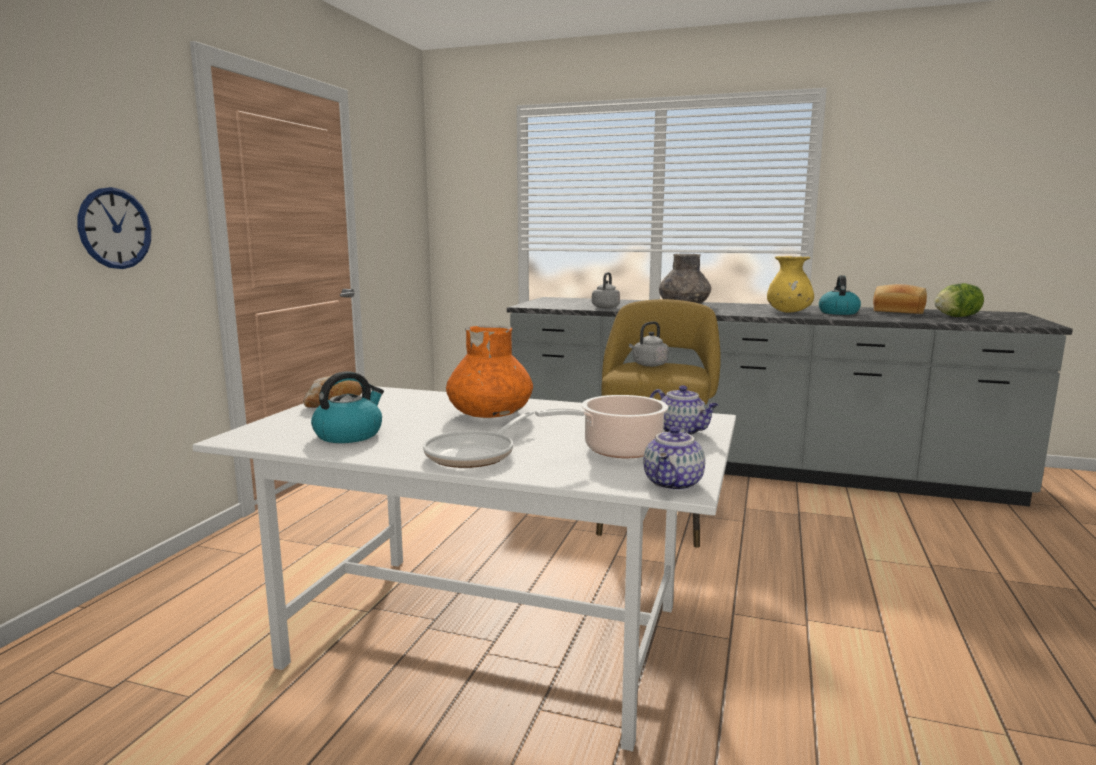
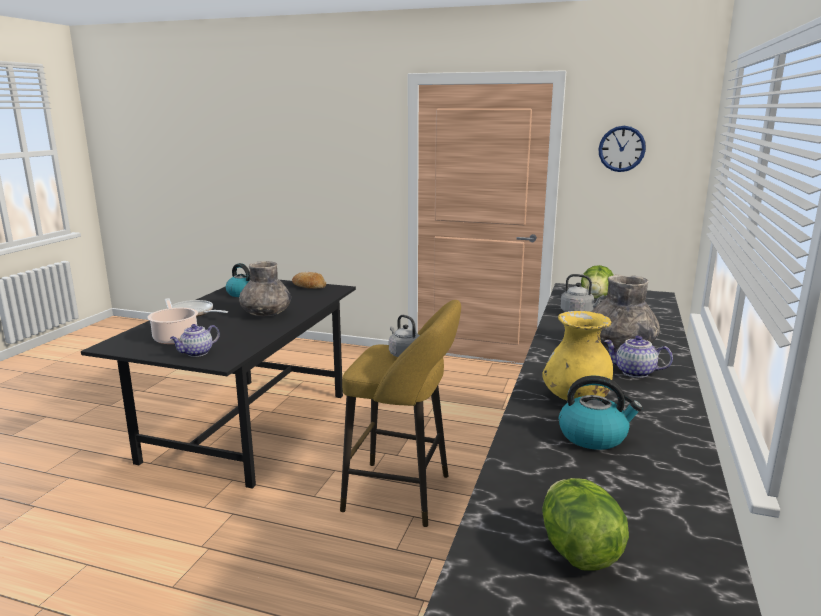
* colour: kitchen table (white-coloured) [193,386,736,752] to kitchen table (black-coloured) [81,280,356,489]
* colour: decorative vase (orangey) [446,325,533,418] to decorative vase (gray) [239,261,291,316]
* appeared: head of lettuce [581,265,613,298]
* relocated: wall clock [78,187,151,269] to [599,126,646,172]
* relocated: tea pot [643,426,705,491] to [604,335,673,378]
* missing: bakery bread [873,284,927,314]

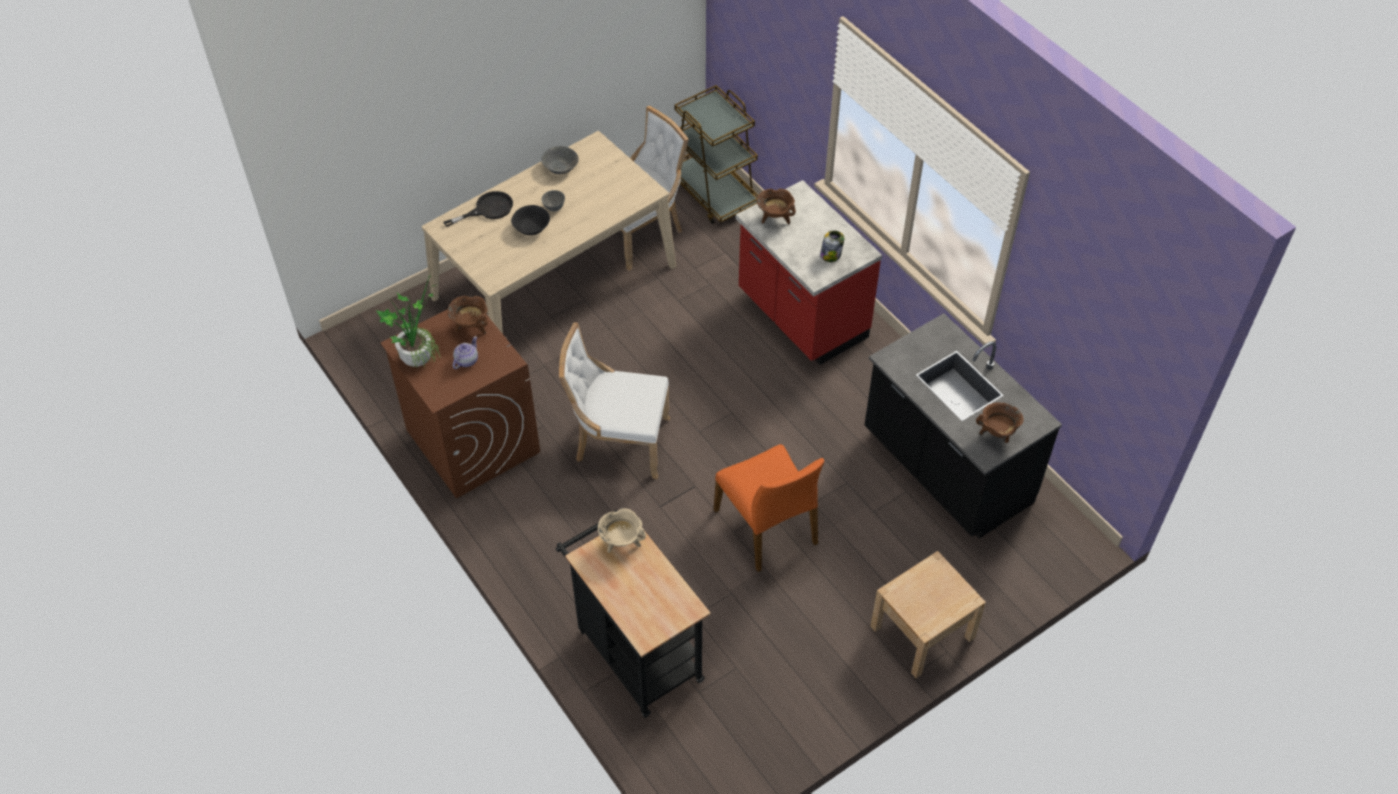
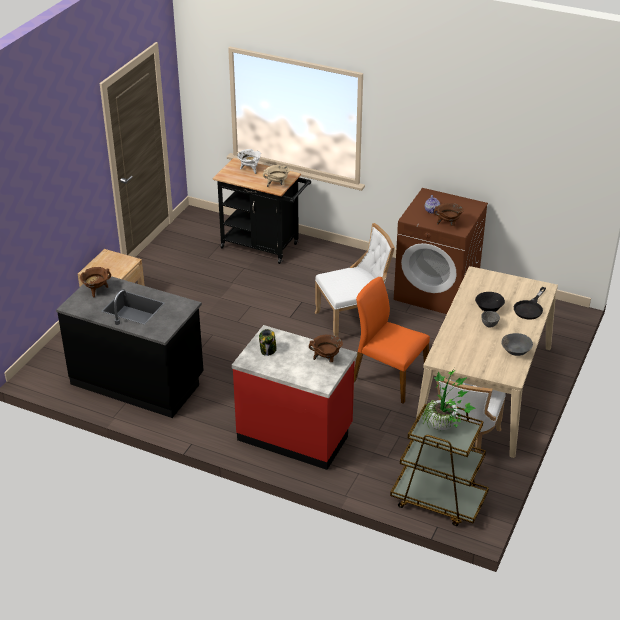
* appeared: saucepot (white-coloured) [237,149,261,174]
* relocated: upright chair (orangey) [713,444,824,572] to [354,277,430,404]
* relocated: houseplant [376,273,441,370] to [422,366,476,431]

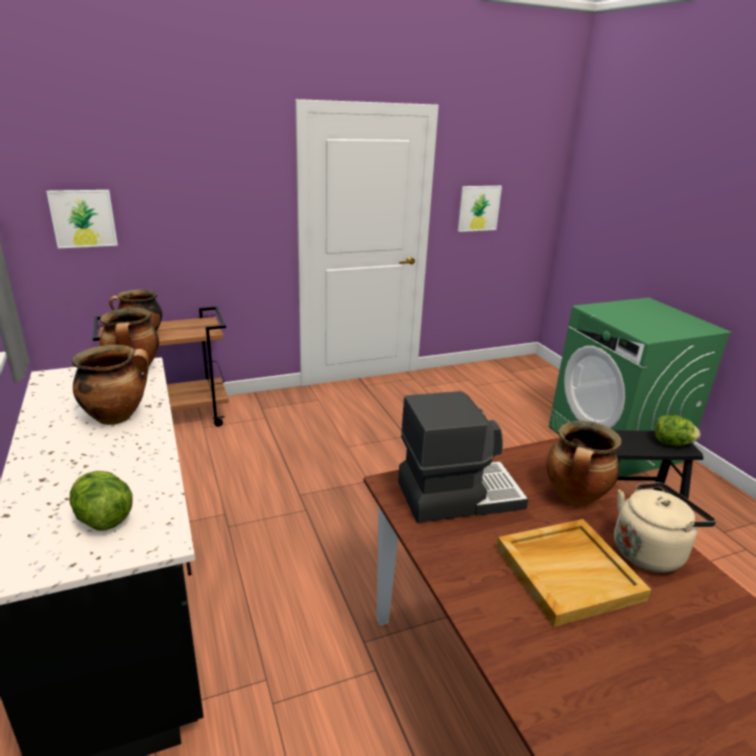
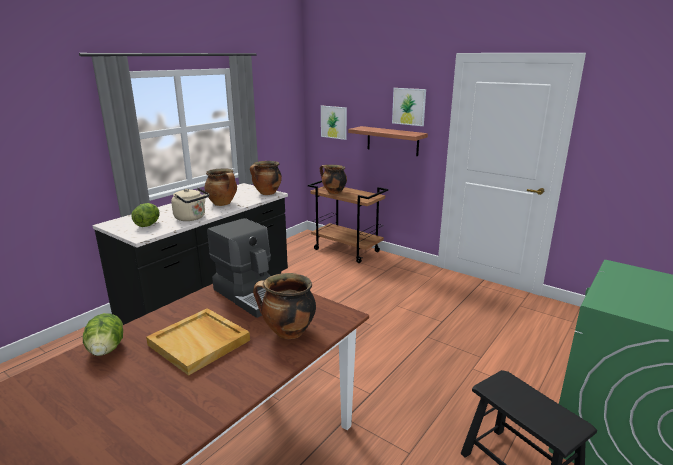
* relocated: head of lettuce [655,415,700,446] to [83,313,123,356]
* relocated: water kettle (sand-coloured) [614,482,716,573] to [171,188,209,221]
* appeared: shelf [348,126,428,156]
* relocated: picture [458,186,502,232] to [392,88,426,126]

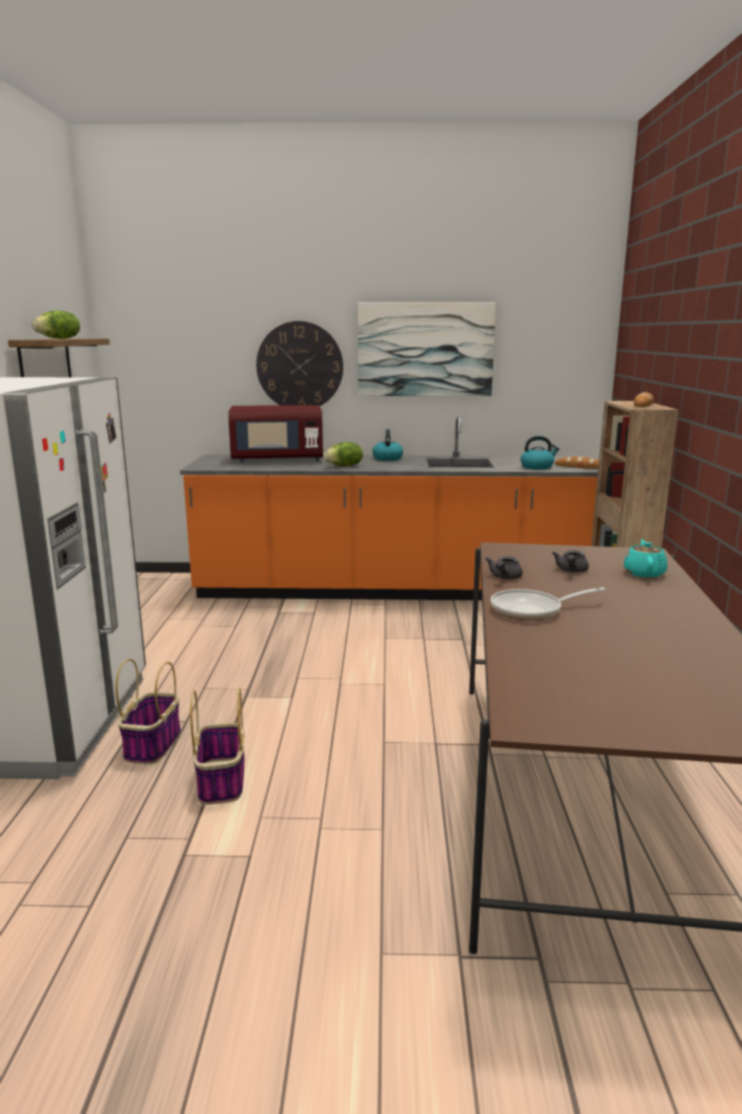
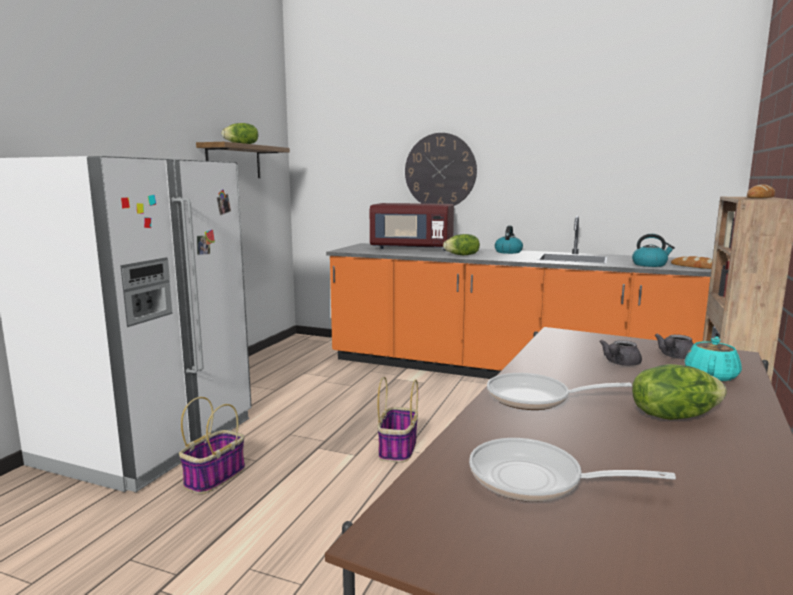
* relocated: storage basket [190,688,245,805] to [377,377,418,462]
* appeared: frying pan [469,438,676,502]
* appeared: head of lettuce [632,364,727,420]
* relocated: tea pot (gray) [486,556,523,579] to [654,334,694,359]
* missing: picture [358,302,496,396]

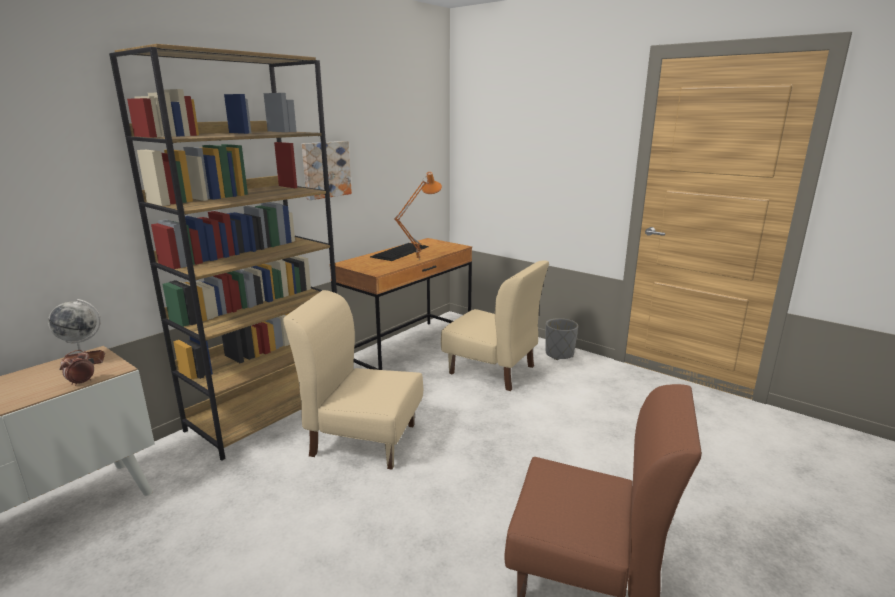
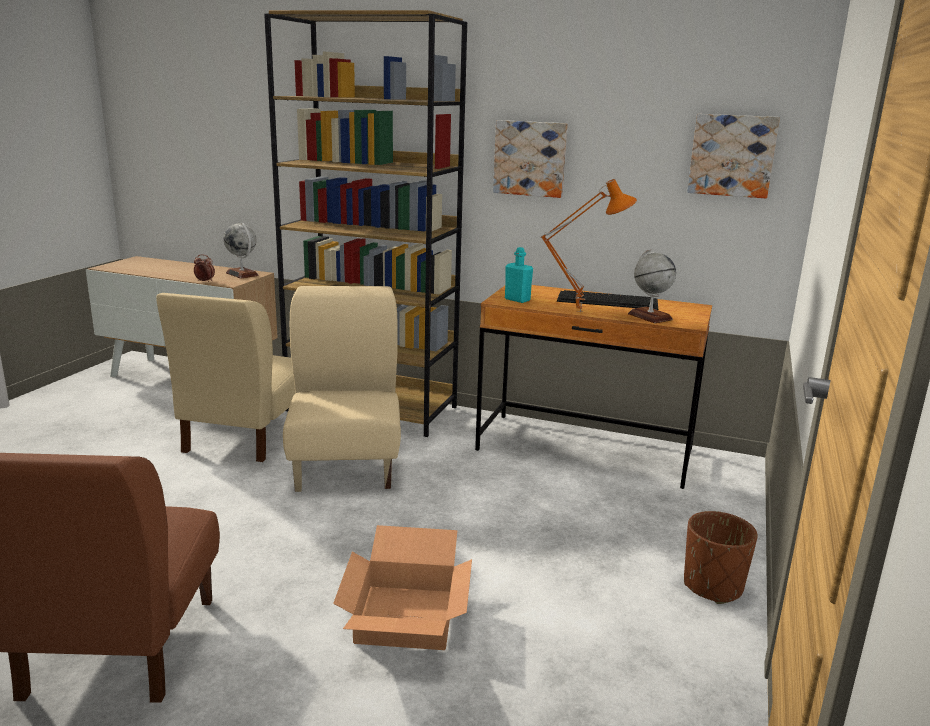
* relocated: upright chair (sand-coloured) [441,260,549,391] to [156,293,295,462]
* appeared: carton [333,525,472,650]
* appeared: bottle (blue-green) [505,247,533,303]
* appeared: desk globe [628,249,676,323]
* colour: planter (gray) [546,318,578,360] to planter (brown) [684,511,758,604]
* appeared: picture [687,114,780,199]

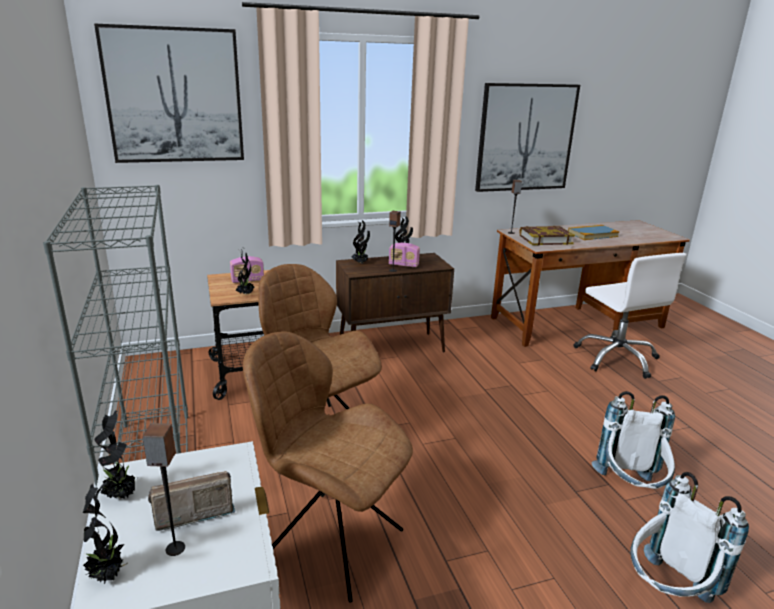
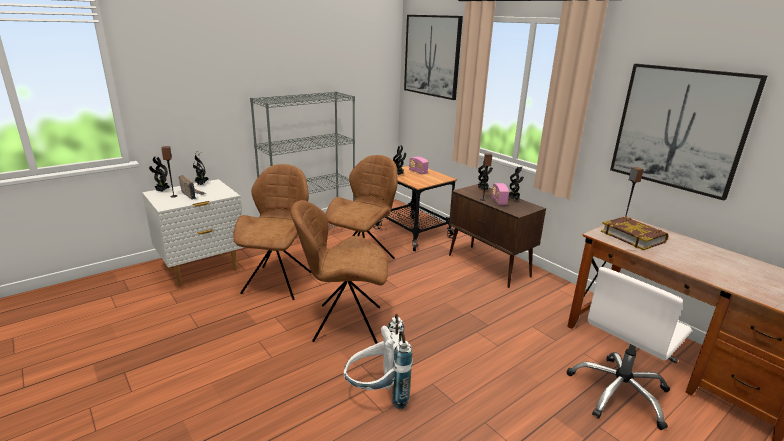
* appeared: upright chair (brown) [291,200,388,344]
* missing: book [568,225,619,240]
* missing: rucksack (white-coloured) [630,472,749,603]

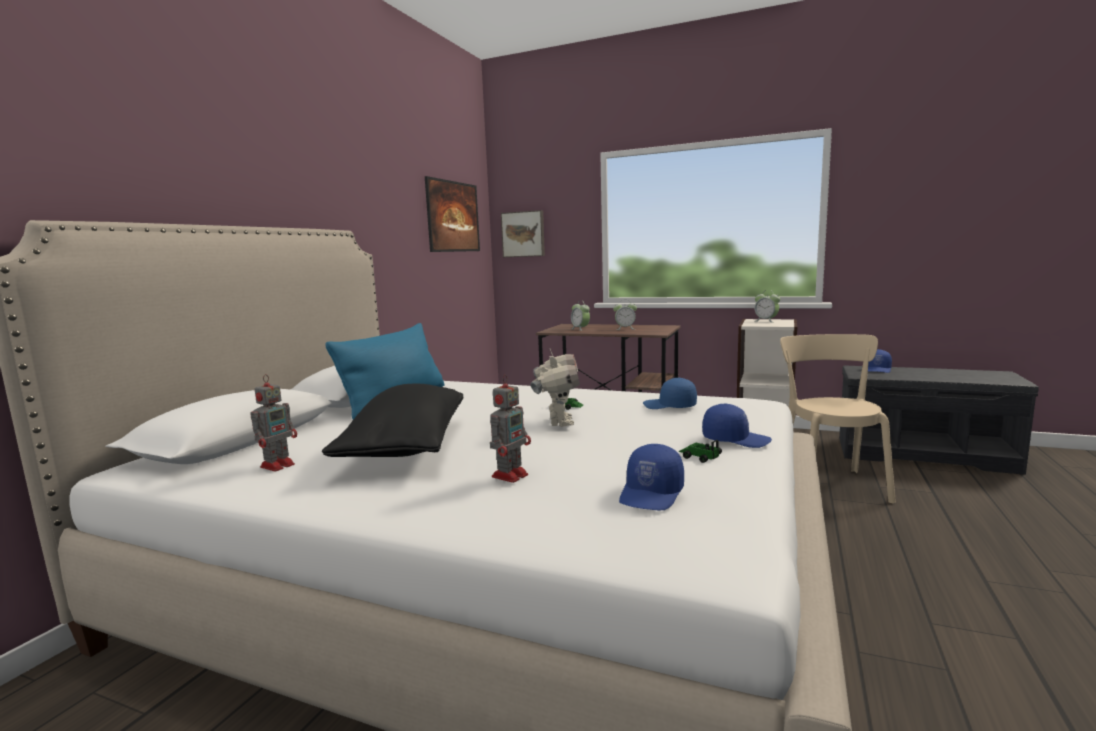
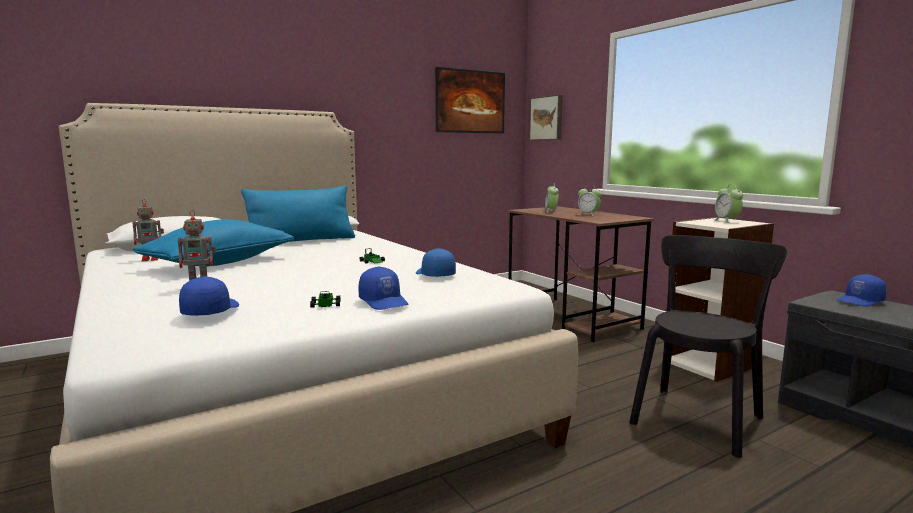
* colour: pillow (black-coloured) [322,384,463,457] to pillow (bluish) [133,219,294,266]
* spun: cap (bluish) [619,444,684,511] = [179,277,239,315] 120 degrees clockwise
* colour: upright chair (sand-coloured) [780,334,896,503] to upright chair (black-coloured) [629,235,787,458]
* missing: model robot [530,349,580,427]

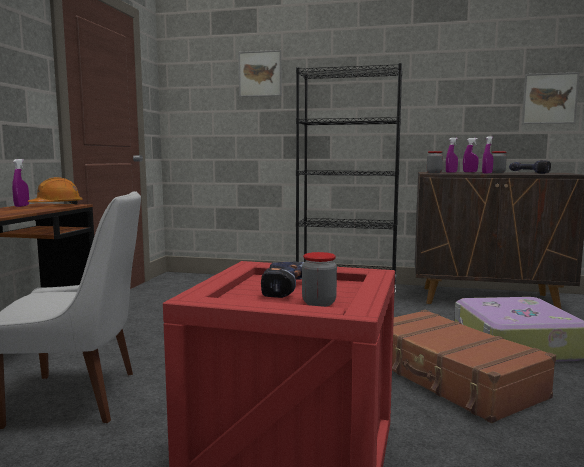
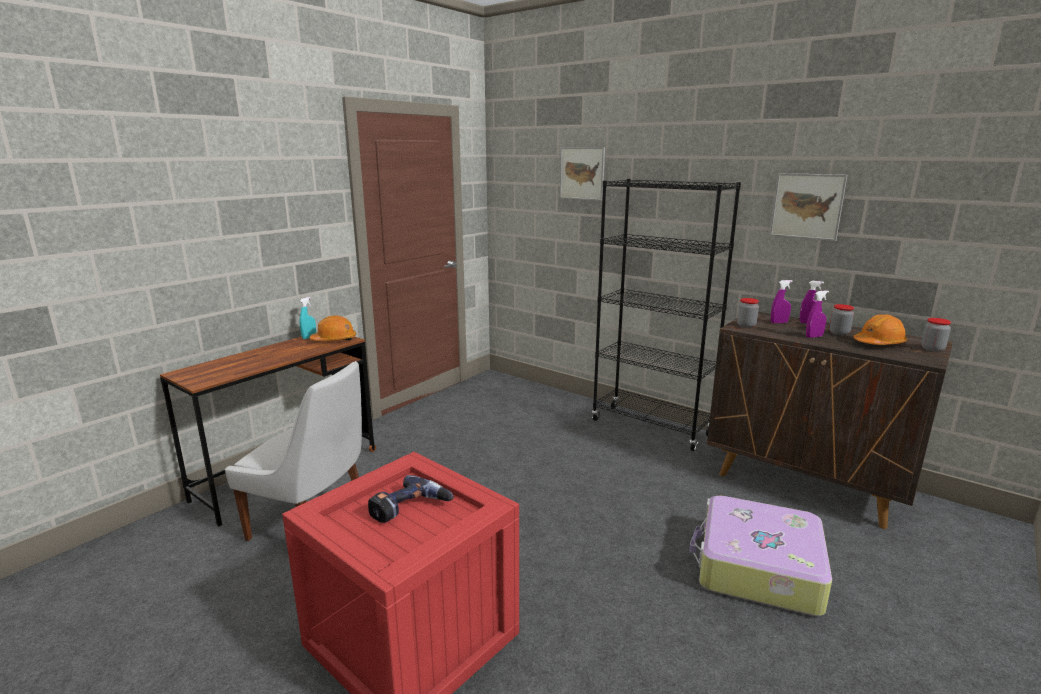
* colour: spray bottle (purple-coloured) [12,159,29,207] to spray bottle (blue-green) [300,297,316,339]
* relocated: picture [522,72,580,124] to [770,173,847,241]
* exchanged: power drill [509,160,551,174] to work helmet (orangey) [853,314,907,345]
* relocated: jar [302,252,337,307] to [921,318,951,352]
* missing: suitcase (brown) [392,310,556,423]

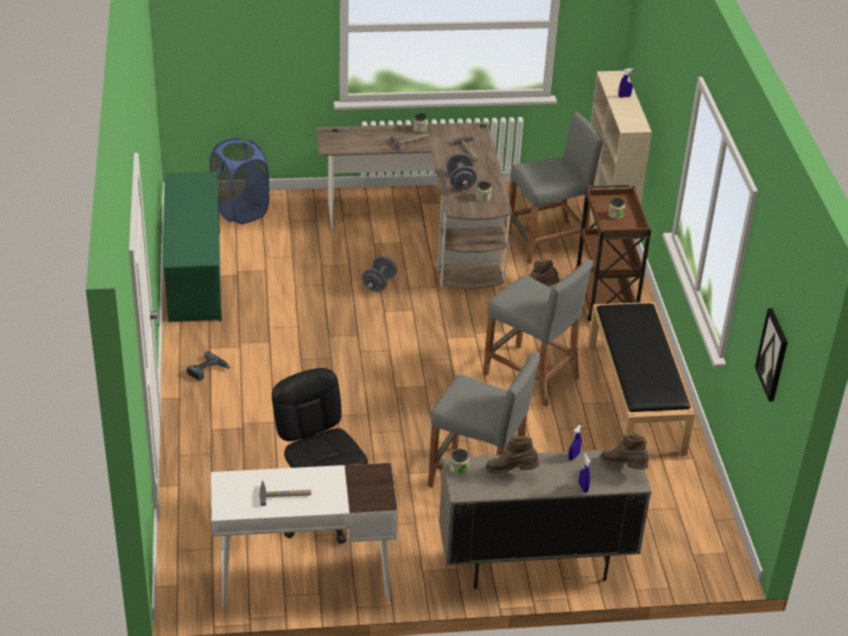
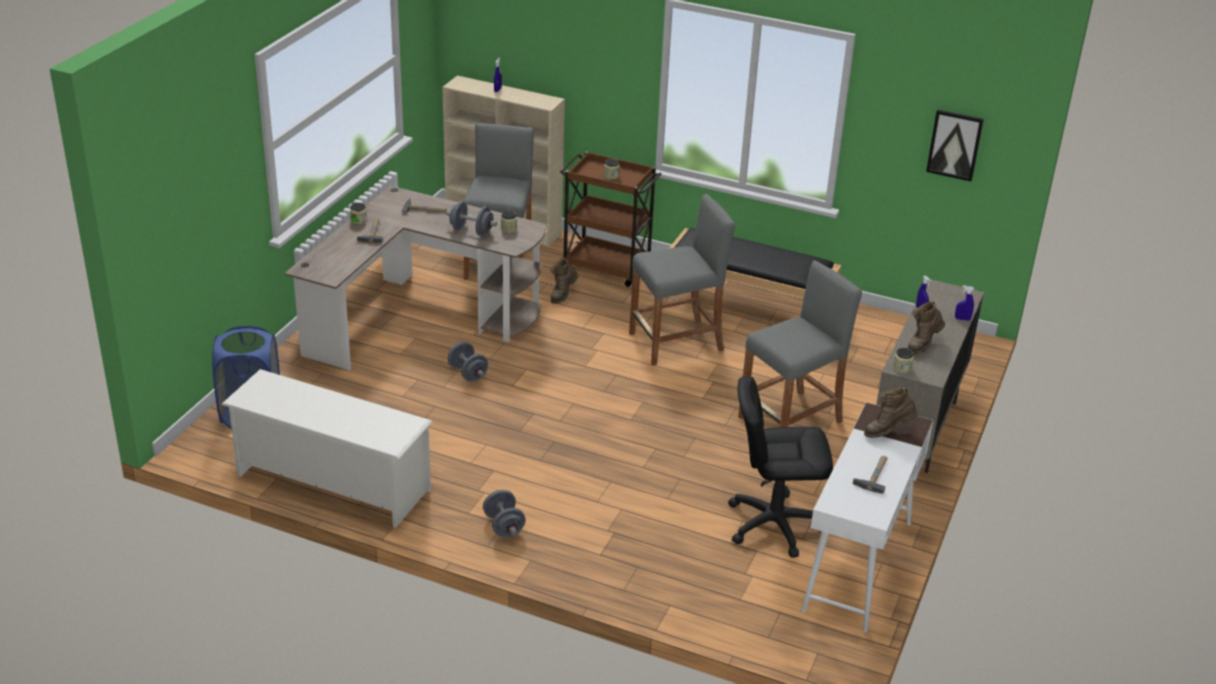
* colour: shoe shelf (green) [162,172,222,322] to shoe shelf (white-coloured) [221,369,433,528]
* exchanged: power drill [187,351,230,381] to hand weight (gray) [483,490,526,537]
* relocated: boot (brown) [600,432,648,470] to [864,387,918,438]

